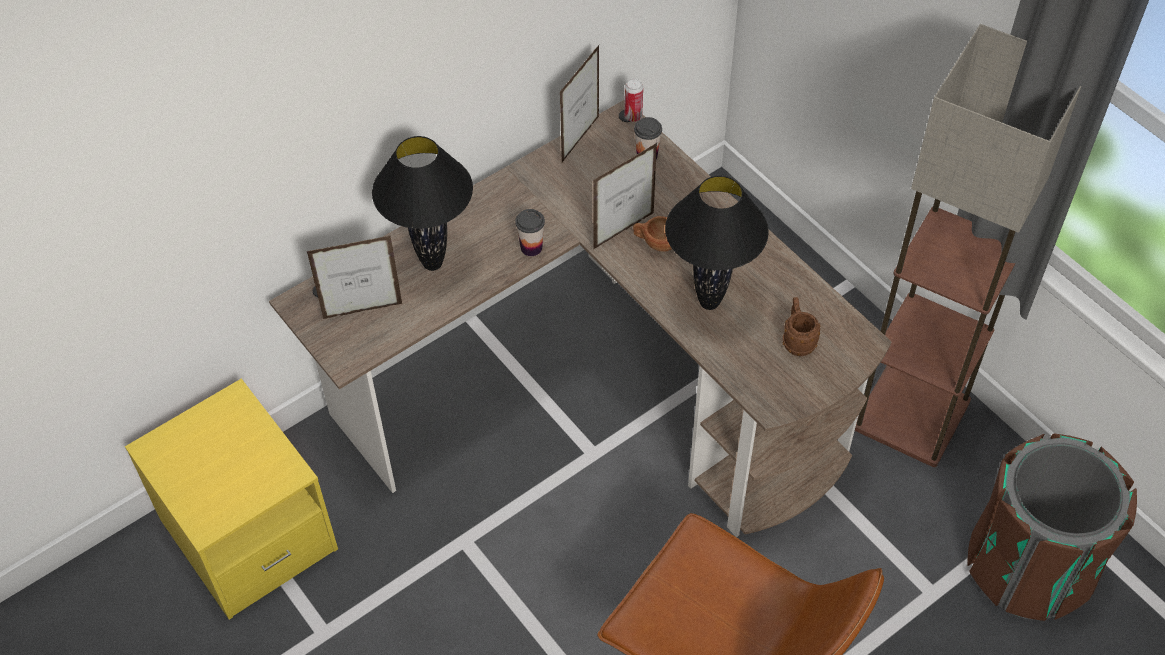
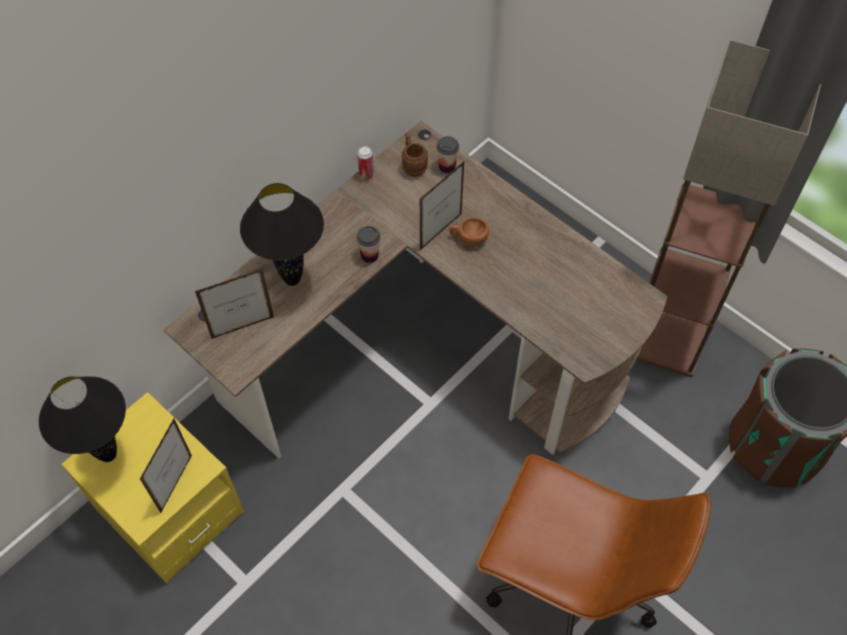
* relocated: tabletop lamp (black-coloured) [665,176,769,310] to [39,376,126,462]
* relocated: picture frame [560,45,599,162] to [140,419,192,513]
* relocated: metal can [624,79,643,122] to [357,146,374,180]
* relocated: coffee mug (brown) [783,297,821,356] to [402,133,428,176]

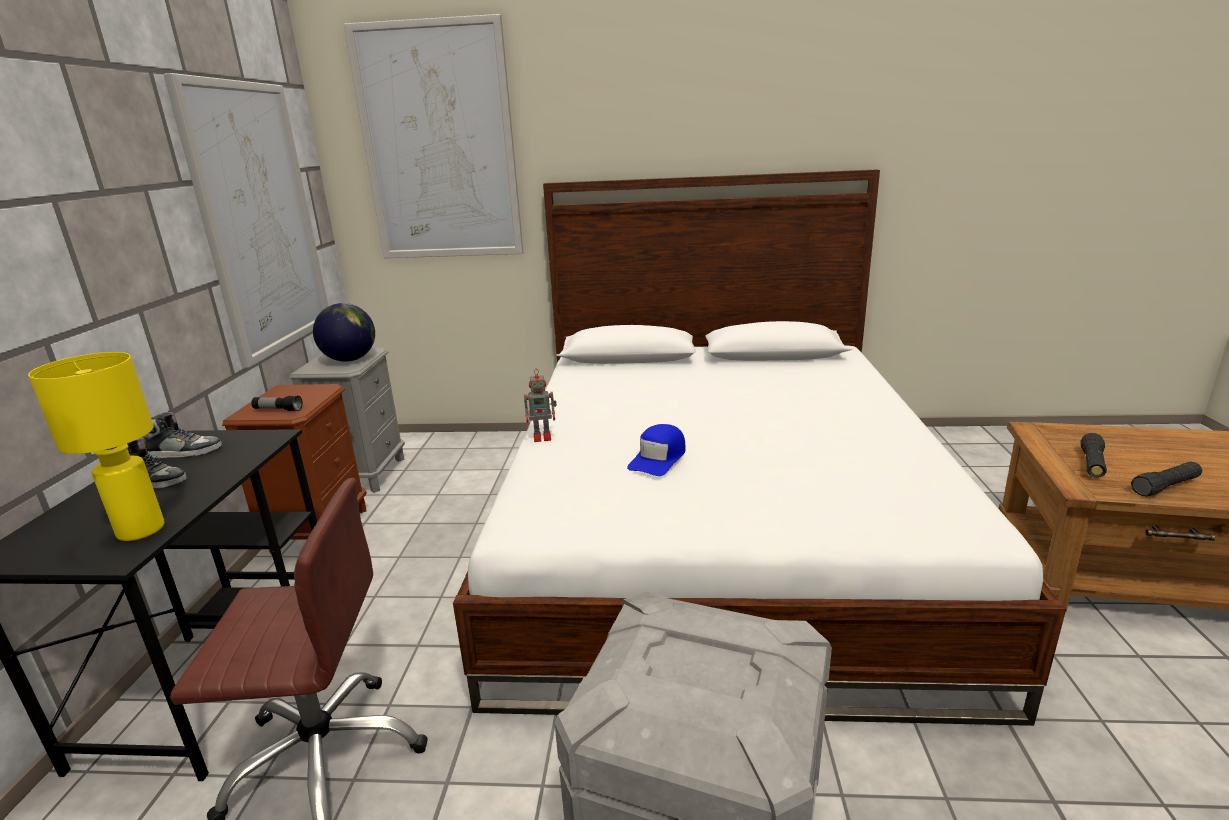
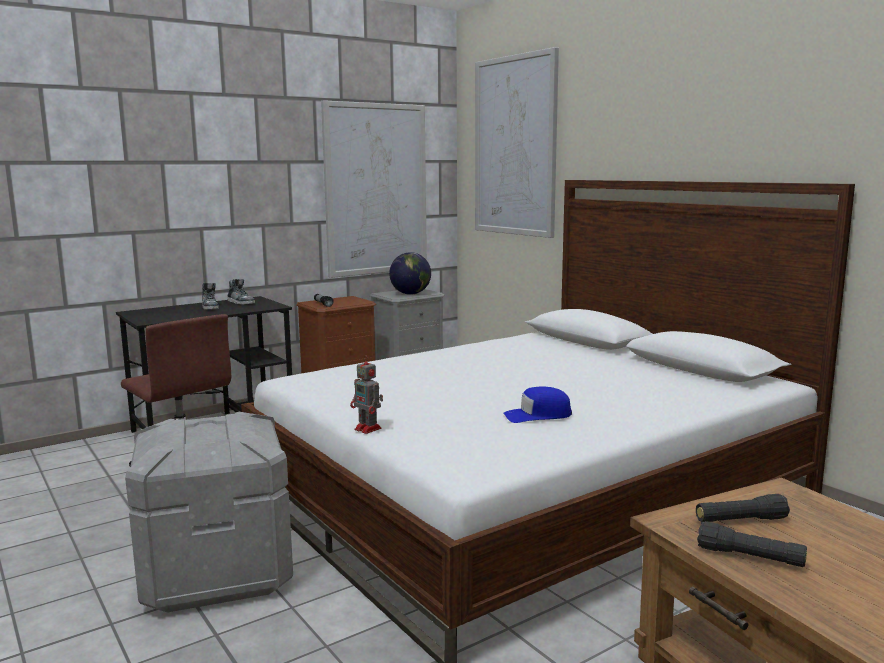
* relocated: model robot [524,369,557,442] to [350,355,383,434]
* relocated: cap (bluish) [627,424,686,476] to [503,386,572,423]
* missing: tabletop lamp (yellow-coloured) [28,352,165,541]

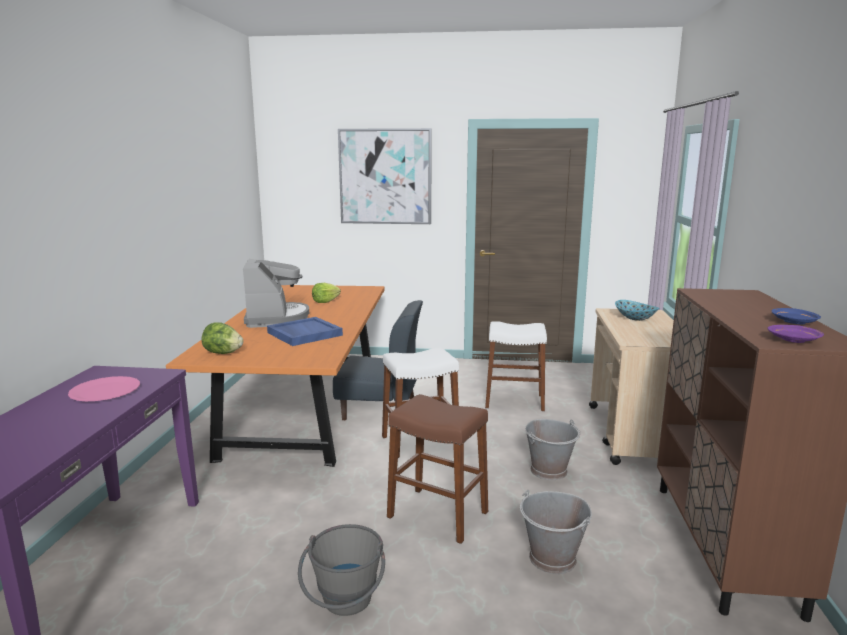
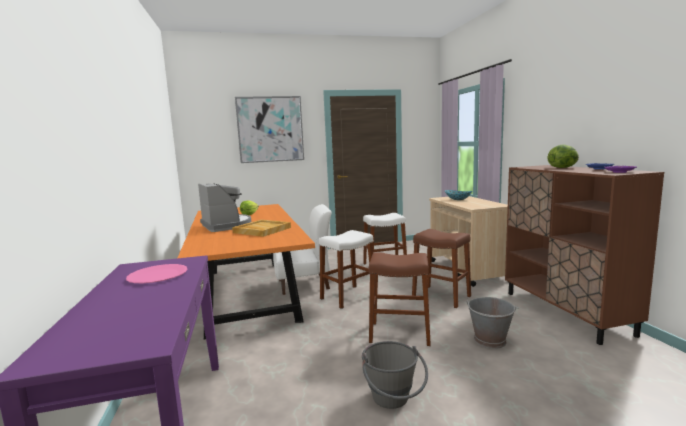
* colour: carrying tray (bluish) [267,317,343,346] to carrying tray (sand-coloured) [232,220,291,237]
* colour: upright chair (bluish) [333,300,423,420] to upright chair (white-coloured) [273,204,332,295]
* exchanged: water bucket (gray) [525,419,580,480] to stool seat (brown) [412,229,471,308]
* relocated: head of lettuce [202,322,243,354] to [547,144,579,168]

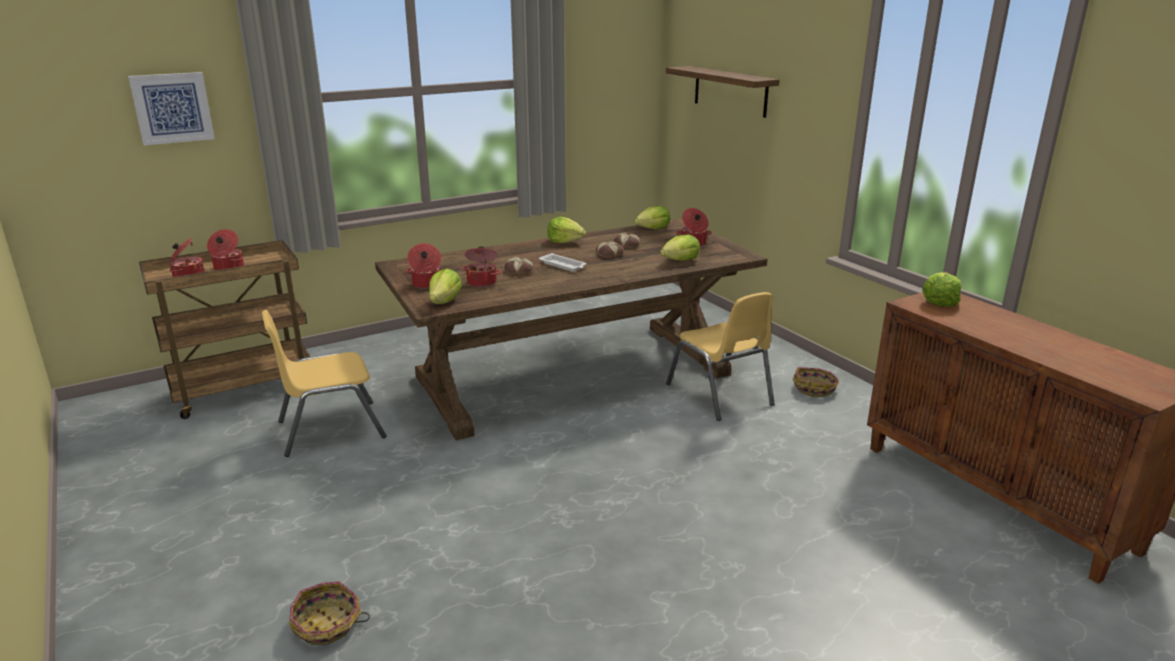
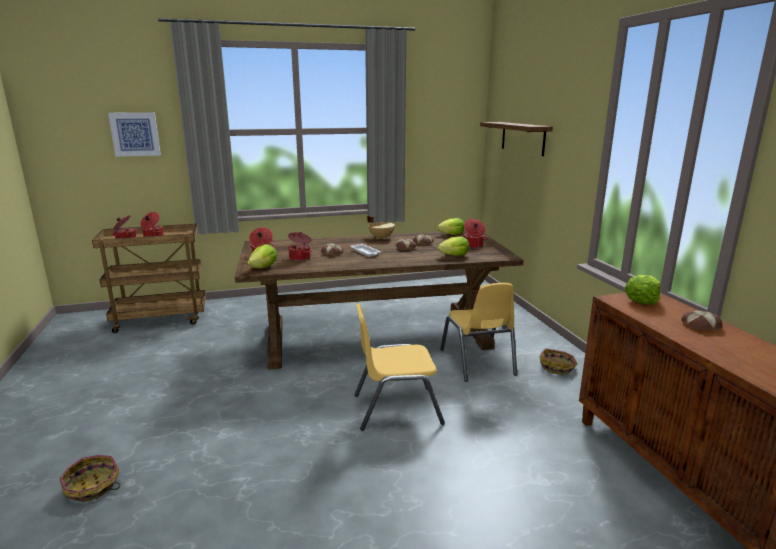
* relocated: upright chair (yellow-coloured) [262,310,386,457] to [355,303,445,431]
* exchanged: head of lettuce [547,217,586,243] to saucepot (sand-coloured) [367,216,395,239]
* appeared: bakery bread [681,310,723,331]

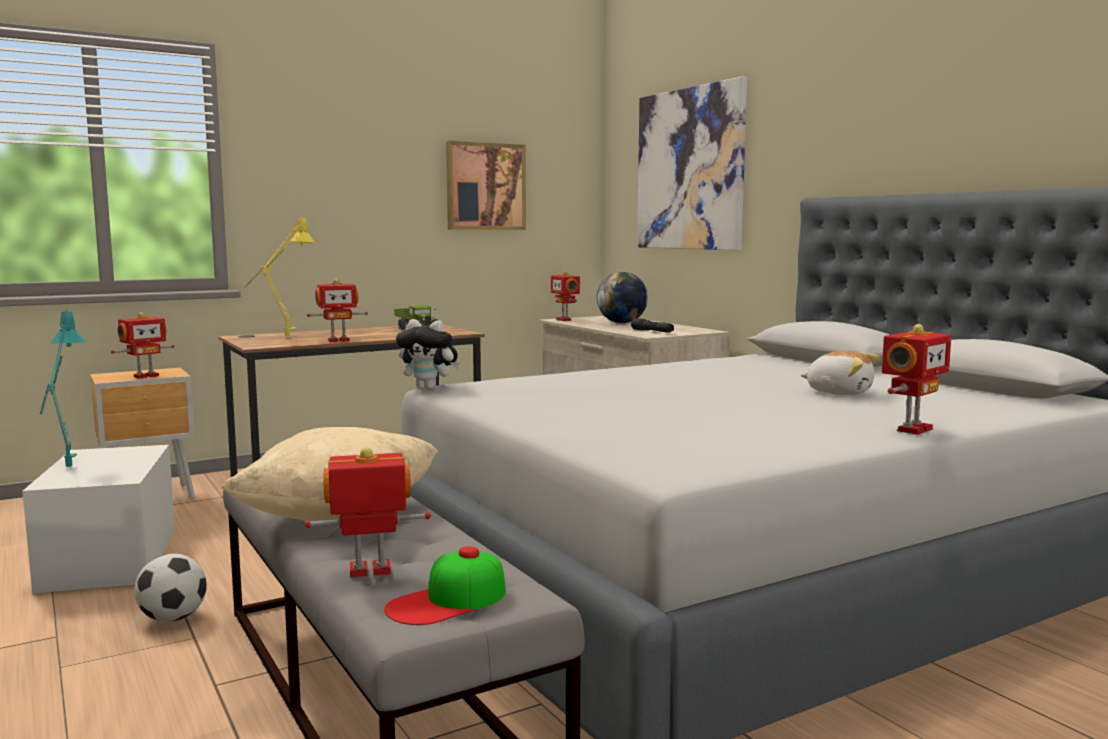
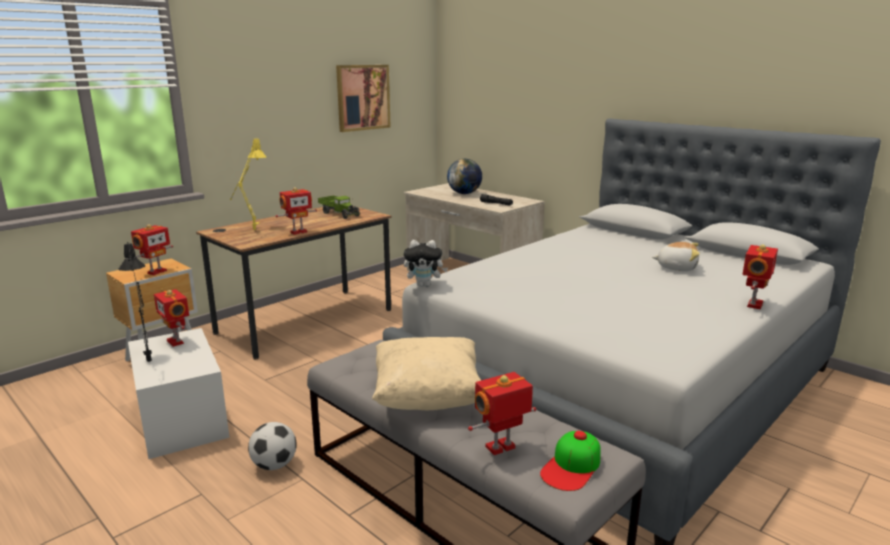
* colour: tabletop lamp (blue-green) [40,308,86,467] to tabletop lamp (black-coloured) [119,242,152,362]
* relocated: model robot [551,271,580,321] to [154,289,189,347]
* missing: picture [637,76,747,250]

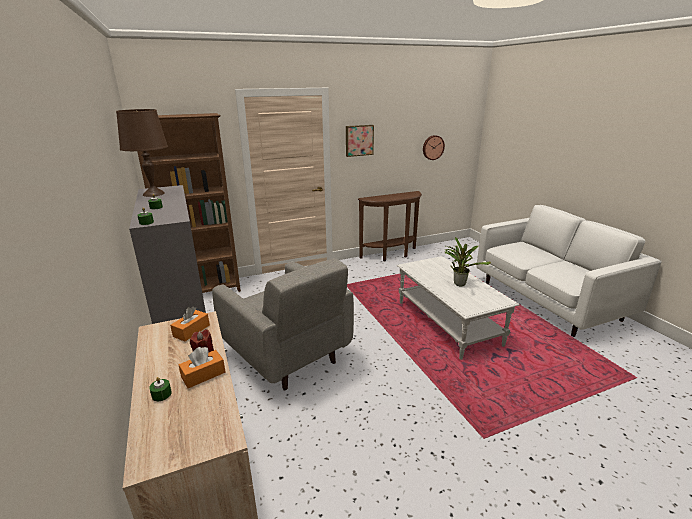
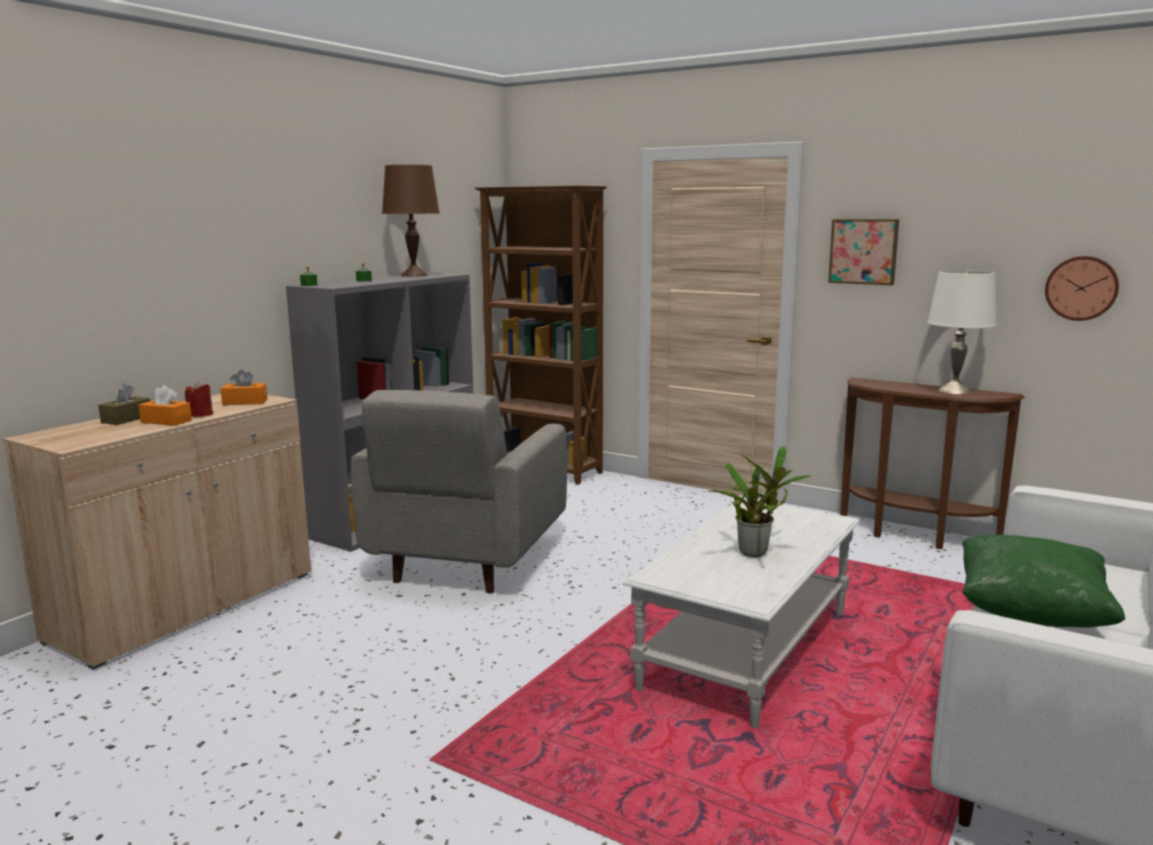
* exchanged: wax light (green) [149,377,172,401] to tissue box (brown) [98,384,150,425]
* appeared: tabletop lamp (white-coloured) [927,270,997,394]
* appeared: pillow (green) [962,535,1125,628]

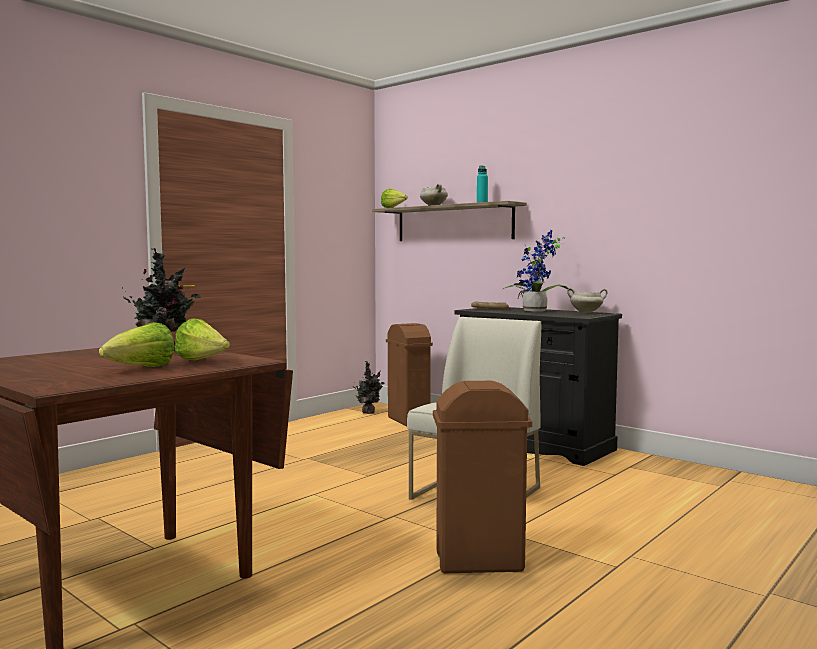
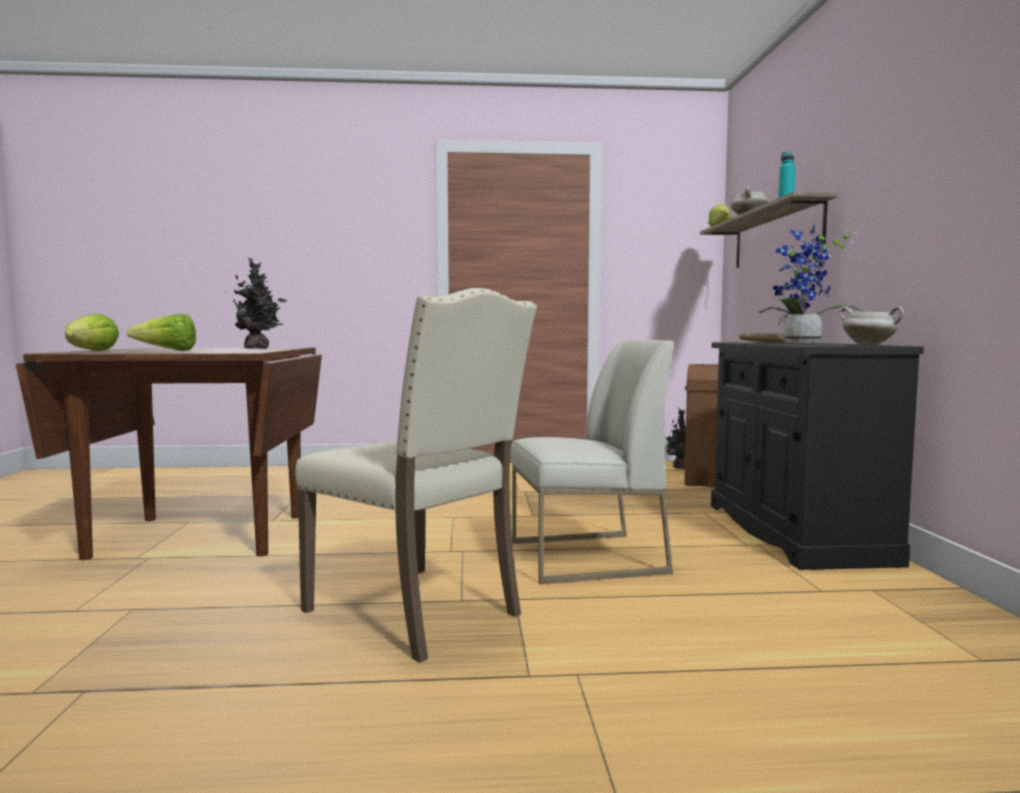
* relocated: head of lettuce [175,318,230,360] to [65,313,119,351]
* exchanged: waste bin (brown) [433,381,532,573] to upright chair (sand-coloured) [295,288,537,663]

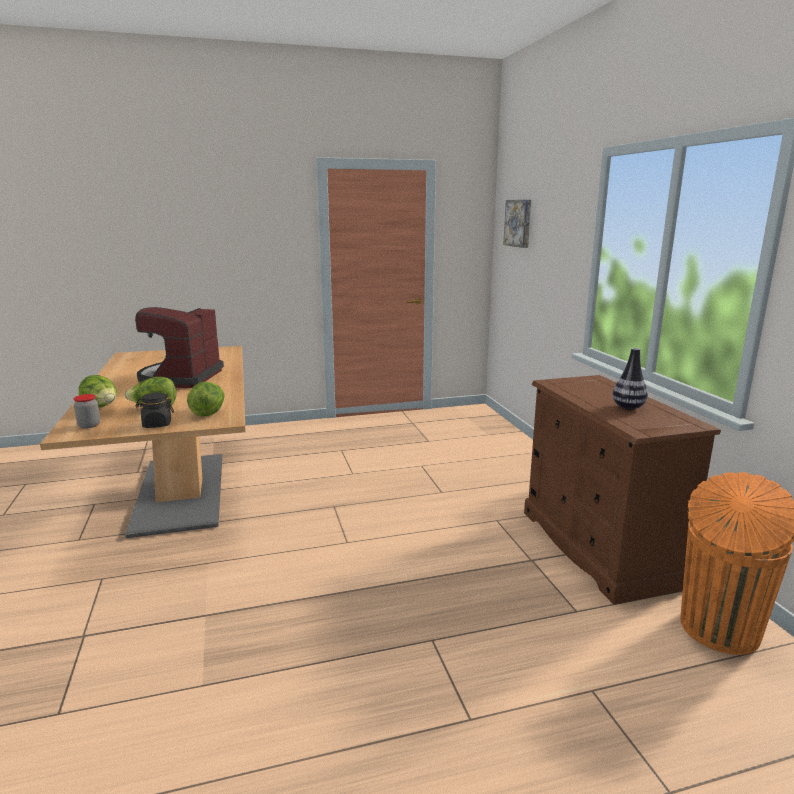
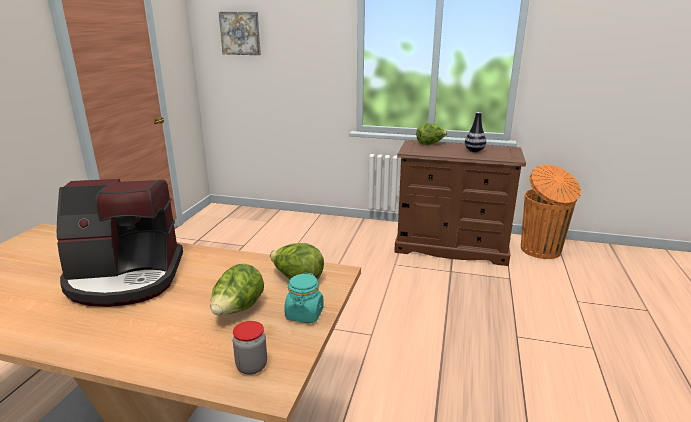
* spun: coffee maker [135,307,224,388] = [57,179,183,307] 45 degrees counterclockwise
* colour: jar (black-coloured) [136,393,174,428] to jar (blue-green) [284,273,324,323]
* relocated: head of lettuce [79,375,117,407] to [416,123,447,145]

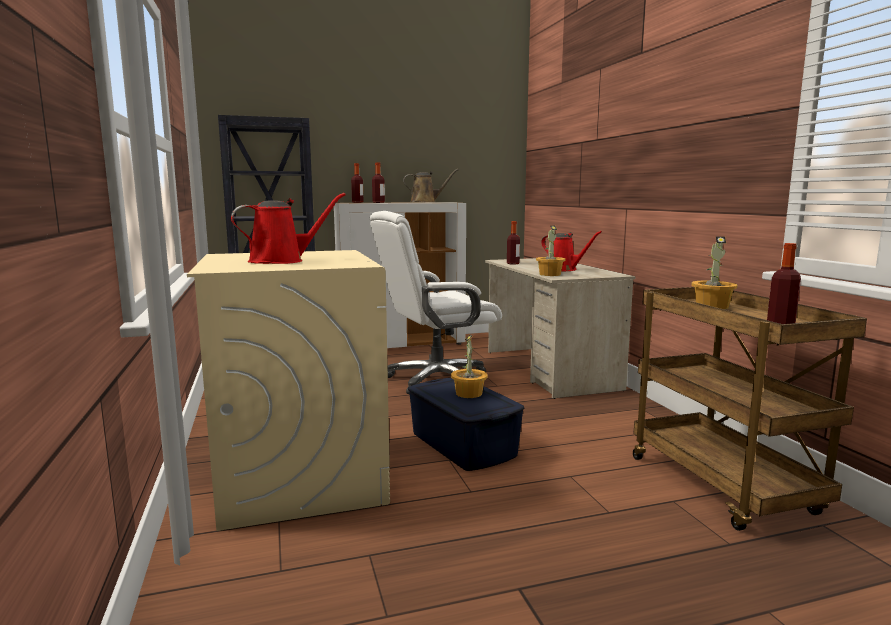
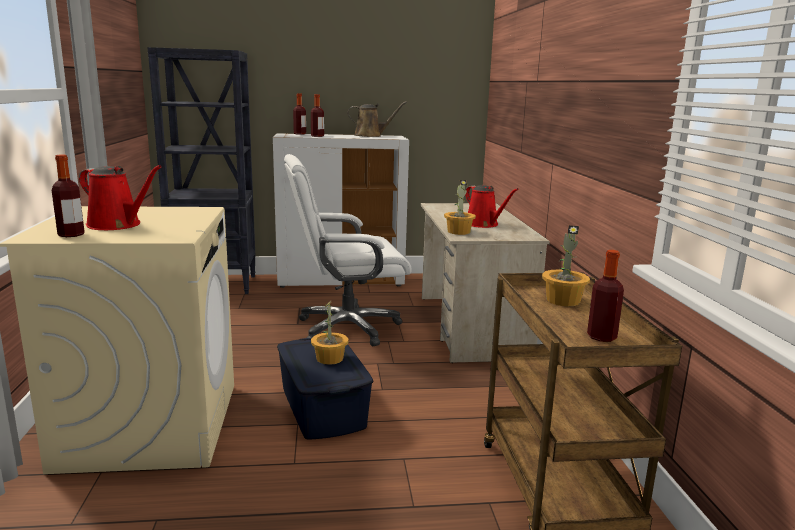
* relocated: bottle [507,221,520,264] to [52,155,84,237]
* spun: watering pot (red-coloured) [231,193,346,264] = [79,165,161,230] 45 degrees clockwise

